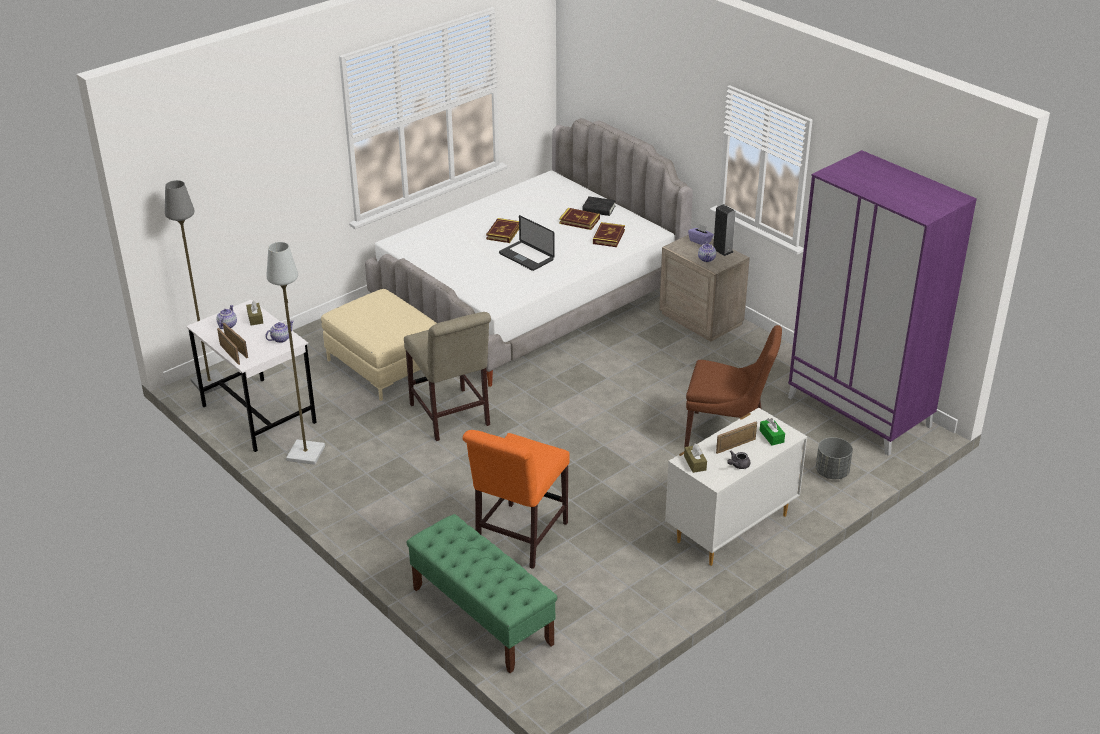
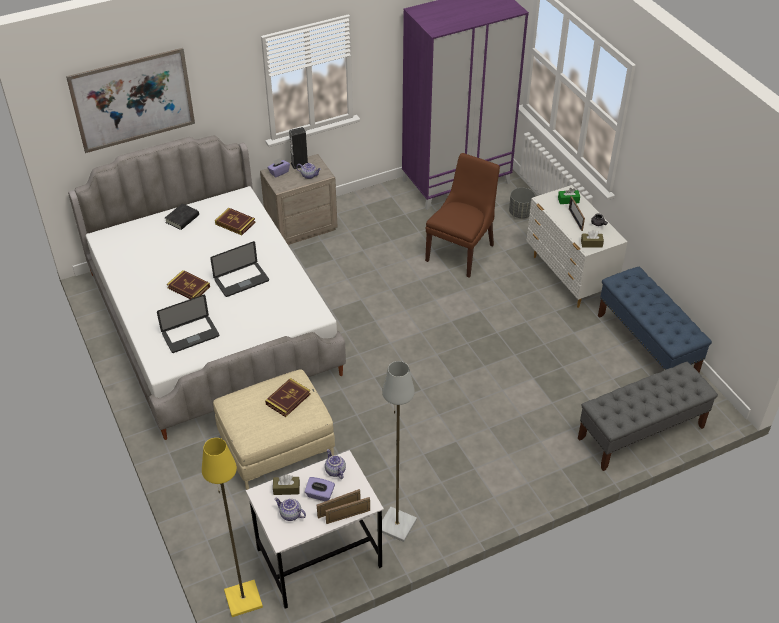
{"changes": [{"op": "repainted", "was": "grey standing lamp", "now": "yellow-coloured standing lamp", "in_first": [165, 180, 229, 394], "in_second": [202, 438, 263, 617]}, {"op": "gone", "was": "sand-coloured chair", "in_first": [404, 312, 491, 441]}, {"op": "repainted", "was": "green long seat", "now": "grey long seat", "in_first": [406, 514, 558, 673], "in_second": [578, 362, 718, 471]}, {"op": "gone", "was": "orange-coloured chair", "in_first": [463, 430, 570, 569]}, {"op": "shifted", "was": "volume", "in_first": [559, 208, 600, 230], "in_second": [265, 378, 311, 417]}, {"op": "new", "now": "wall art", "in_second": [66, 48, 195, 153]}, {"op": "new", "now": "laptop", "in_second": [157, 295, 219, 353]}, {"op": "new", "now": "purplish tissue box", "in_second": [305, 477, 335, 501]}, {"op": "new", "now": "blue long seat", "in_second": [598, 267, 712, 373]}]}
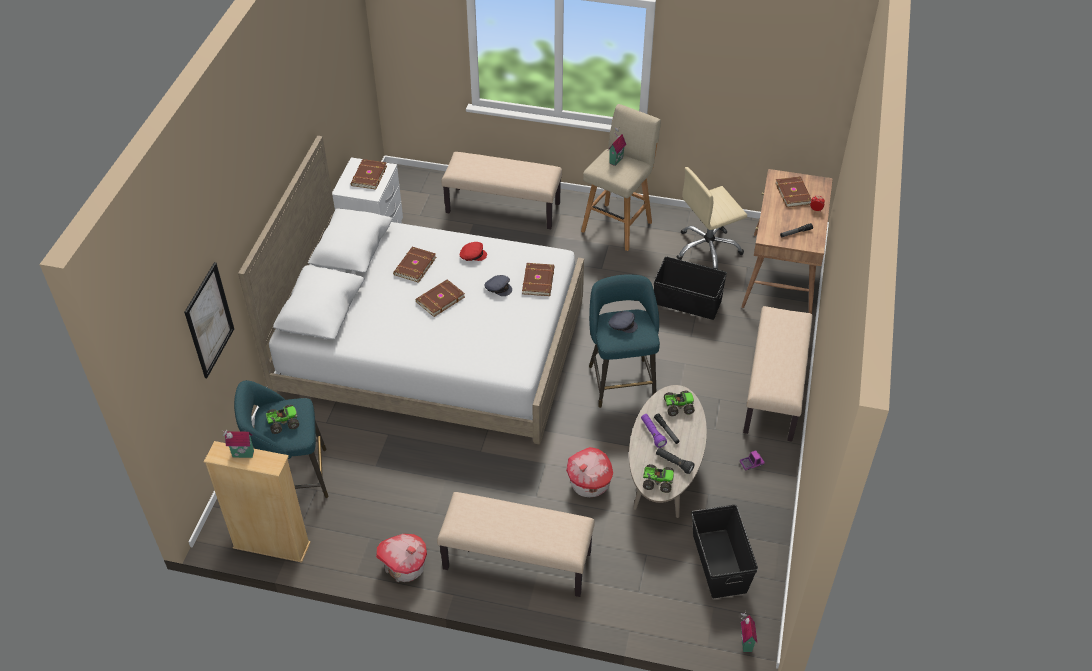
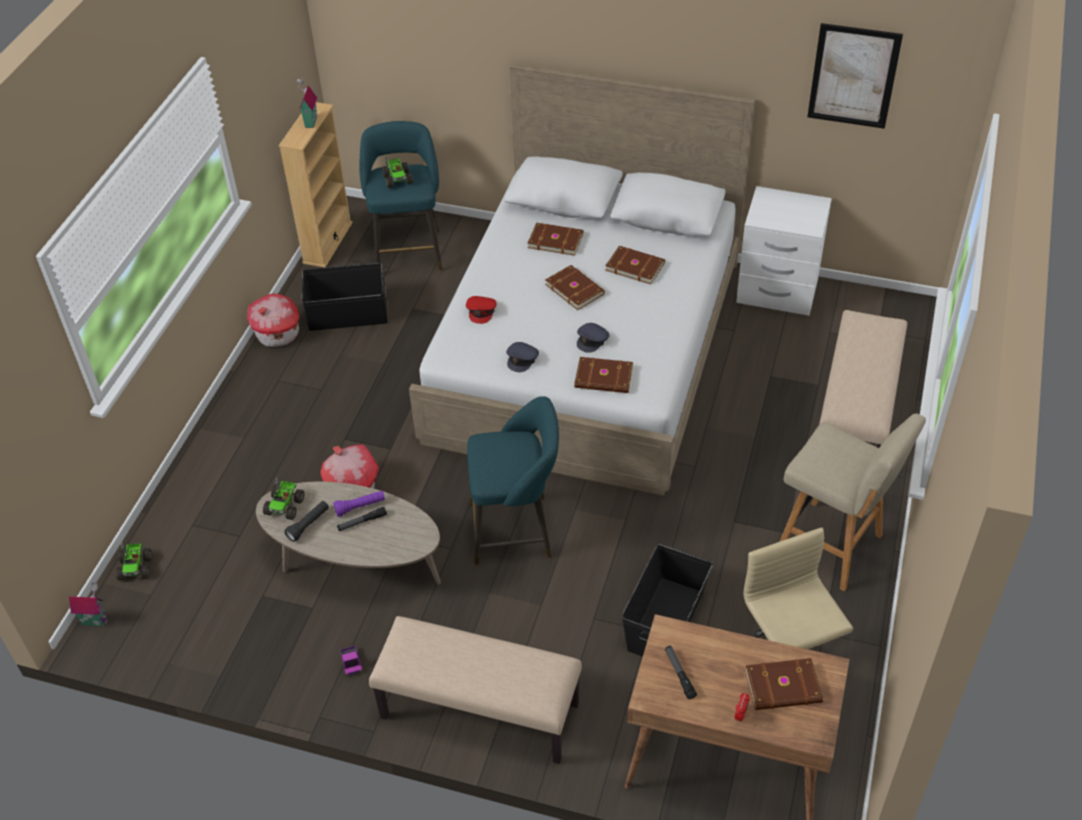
{"changes": [{"op": "shifted", "was": "wall art", "in_first": [184, 262, 234, 378], "in_second": [807, 23, 903, 129]}, {"op": "shifted", "was": "brownish volume", "in_first": [351, 159, 387, 189], "in_second": [528, 222, 583, 256]}, {"op": "gone", "was": "sand-coloured long seat", "in_first": [437, 492, 595, 597]}, {"op": "shifted", "was": "reddish baseball cap", "in_first": [460, 242, 487, 261], "in_second": [466, 296, 497, 324]}, {"op": "gone", "was": "toy house", "in_first": [608, 127, 626, 166]}, {"op": "shifted", "was": "grey baseball cap", "in_first": [608, 311, 638, 333], "in_second": [506, 342, 539, 372]}, {"op": "shifted", "was": "toy lorry", "in_first": [664, 391, 695, 416], "in_second": [116, 542, 152, 581]}, {"op": "shifted", "was": "blackish storage container", "in_first": [691, 505, 758, 598], "in_second": [302, 263, 388, 331]}]}
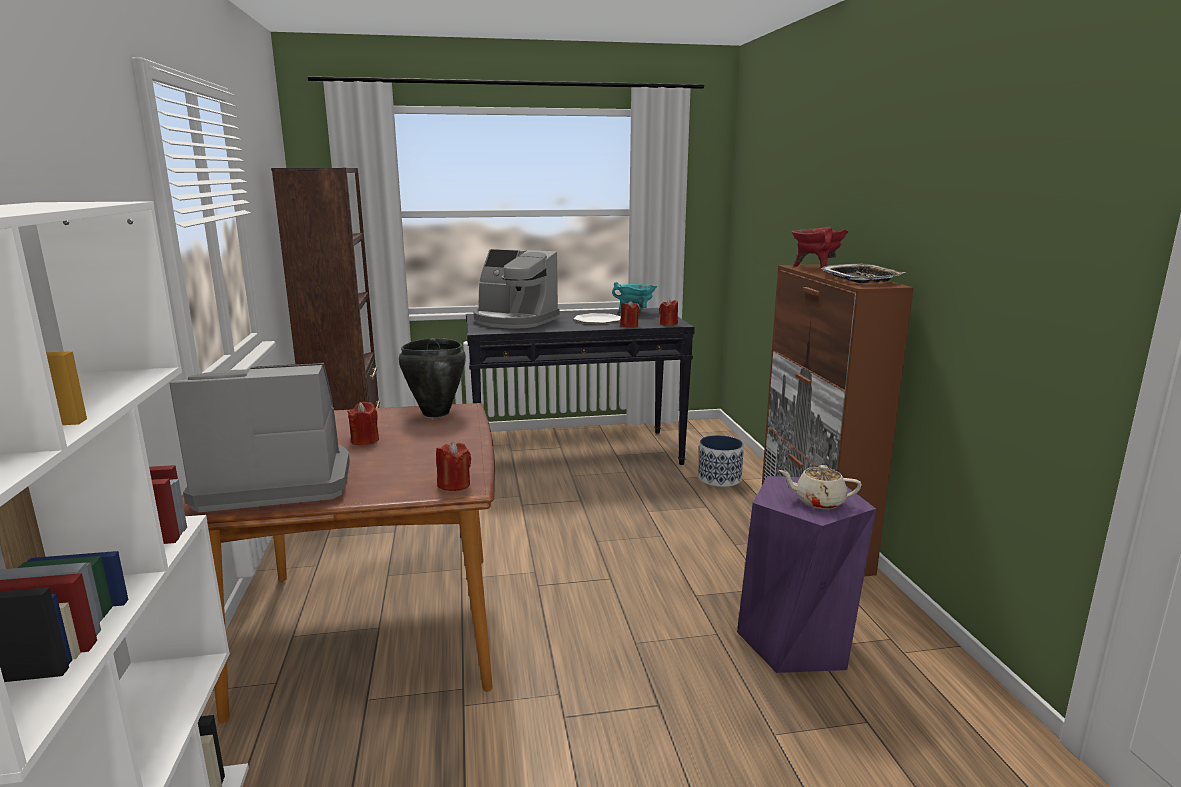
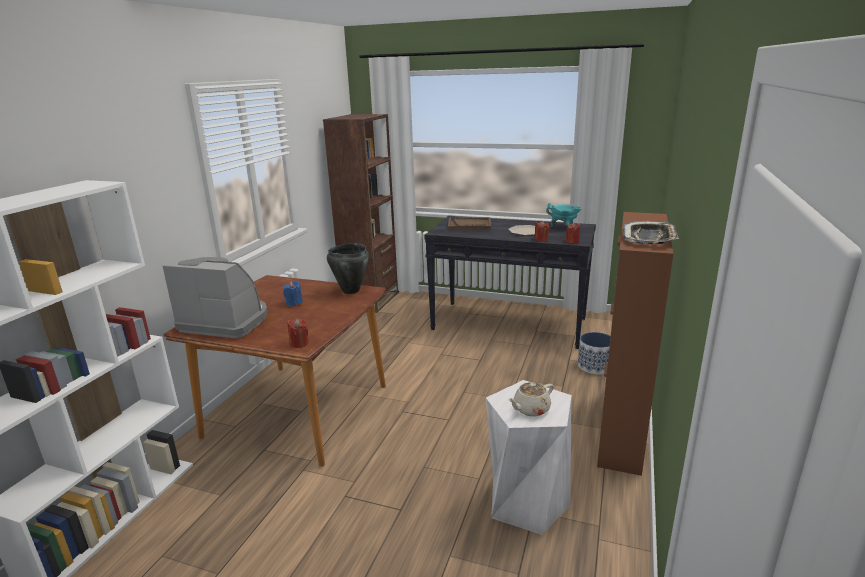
{"changes": [{"op": "repainted", "was": "reddish wax candle", "now": "blue wax candle", "in_first": [347, 402, 379, 445], "in_second": [283, 281, 303, 307]}, {"op": "swapped", "was": "coffee machine", "now": "brownish carrying tray", "in_first": [473, 249, 560, 329], "in_second": [448, 217, 491, 230]}, {"op": "repainted", "was": "purplish sitting stool", "now": "white-coloured sitting stool", "in_first": [737, 476, 876, 673], "in_second": [486, 380, 572, 535]}, {"op": "rotated", "was": "sand-coloured teapot", "in_first": [779, 465, 862, 509], "in_second": [508, 382, 553, 417], "clockwise": -75}, {"op": "gone", "was": "reddish cooking pot", "in_first": [791, 226, 848, 272]}]}
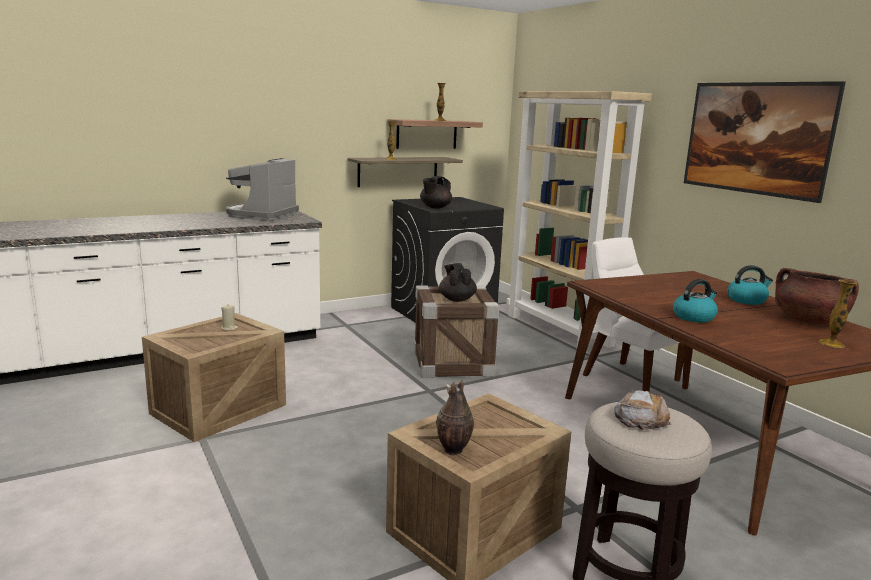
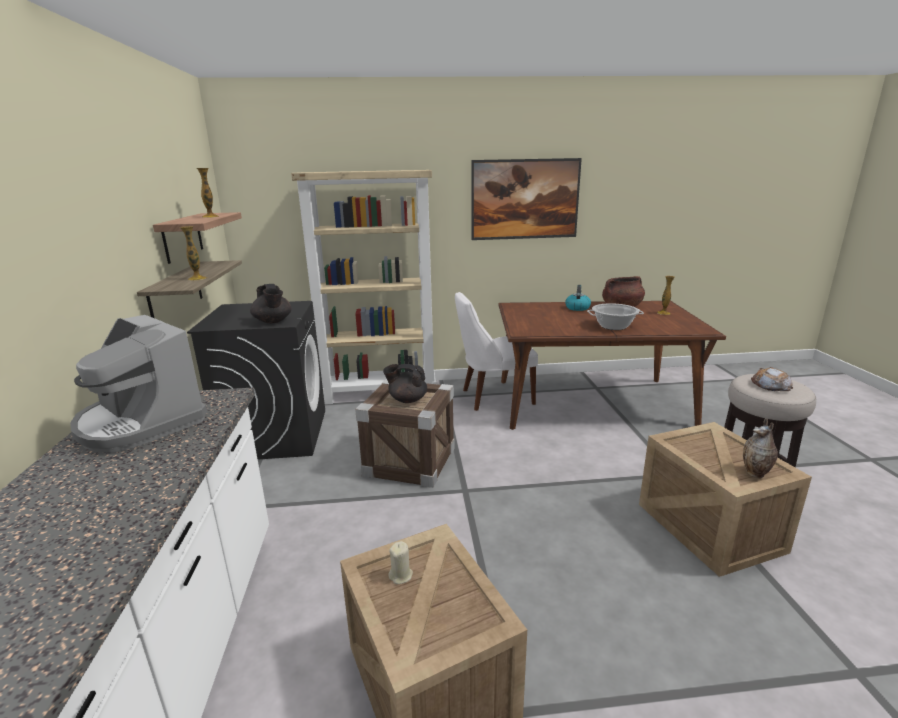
{"changes": [{"op": "swapped", "was": "water kettle", "now": "cooking pot", "in_first": [673, 279, 718, 323], "in_second": [587, 303, 644, 330]}]}
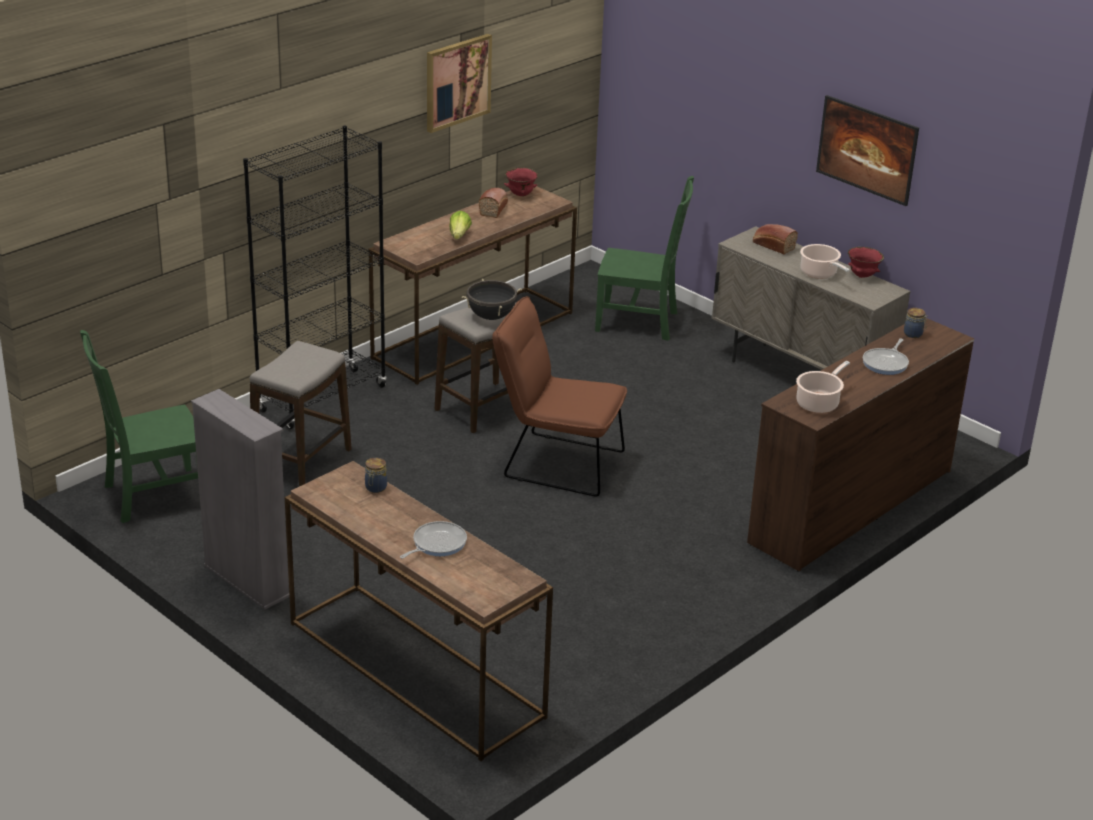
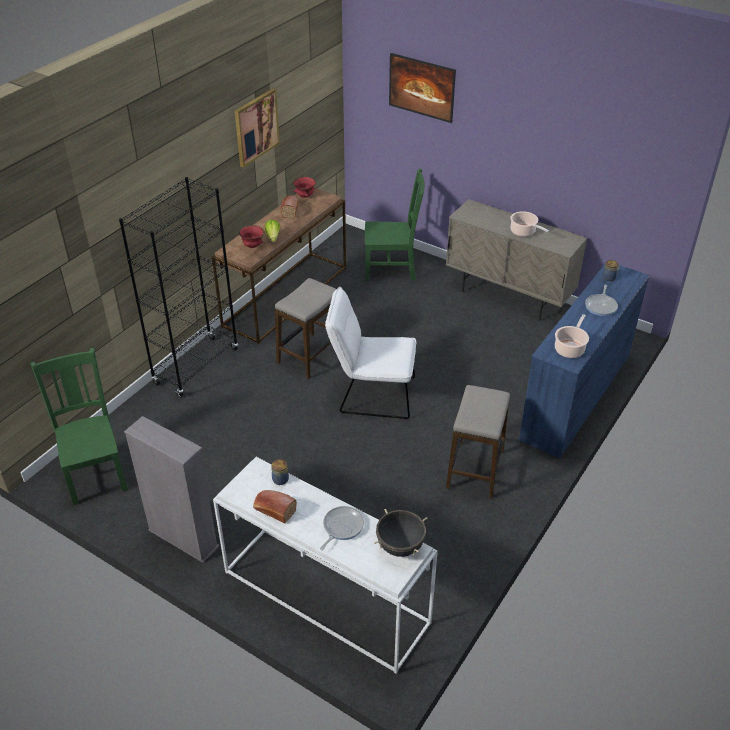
{"changes": [{"op": "rotated", "was": "green chair", "in_first": [80, 330, 198, 523], "in_second": [30, 348, 128, 505], "clockwise": 105}, {"op": "shifted", "was": "sitting stool", "in_first": [250, 341, 352, 487], "in_second": [446, 385, 510, 498]}, {"op": "repainted", "was": "brownish console table", "now": "white-coloured console table", "in_first": [285, 461, 553, 761], "in_second": [213, 457, 438, 674]}, {"op": "shifted", "was": "blackish cooking pot", "in_first": [462, 279, 522, 320], "in_second": [374, 509, 428, 557]}, {"op": "repainted", "was": "brownish chair", "now": "white-coloured chair", "in_first": [492, 296, 627, 497], "in_second": [325, 287, 417, 419]}, {"op": "repainted", "was": "brownish dresser", "now": "blue dresser", "in_first": [747, 318, 974, 572], "in_second": [519, 263, 649, 459]}, {"op": "shifted", "was": "baked bread", "in_first": [753, 224, 798, 254], "in_second": [253, 490, 297, 523]}, {"op": "shifted", "was": "wall art", "in_first": [816, 95, 919, 206], "in_second": [389, 53, 456, 123]}, {"op": "shifted", "was": "reddish deep dish", "in_first": [848, 247, 884, 278], "in_second": [239, 225, 264, 248]}]}
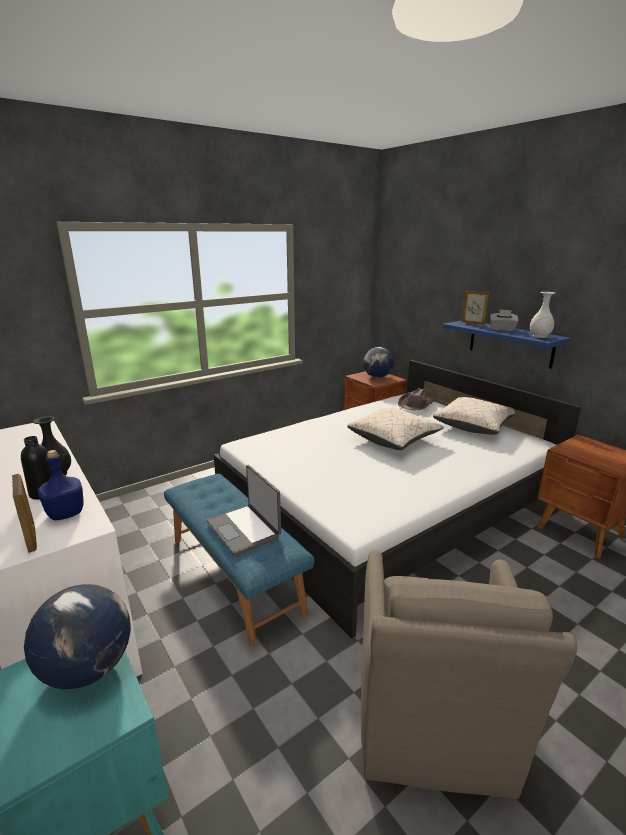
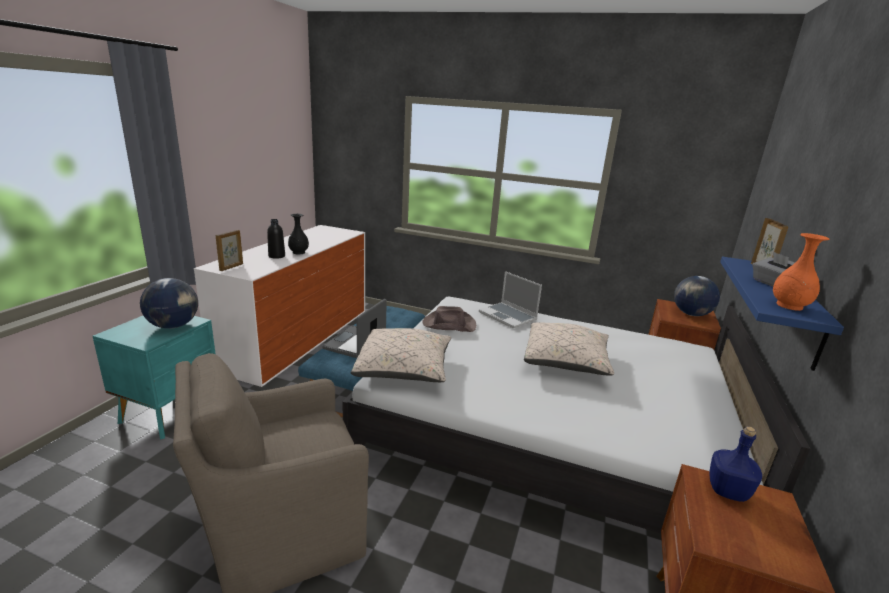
{"changes": [{"op": "shifted", "was": "blue drink bottle", "in_first": [38, 450, 84, 520], "in_second": [709, 426, 762, 502]}, {"op": "shifted", "was": "brownish wearable hat", "in_first": [398, 388, 435, 410], "in_second": [422, 306, 476, 332]}, {"op": "shifted", "was": "sand-coloured cushion", "in_first": [433, 397, 515, 435], "in_second": [351, 328, 451, 382]}, {"op": "repainted", "was": "white-coloured decorative vase", "now": "orange-coloured decorative vase", "in_first": [530, 292, 556, 338], "in_second": [773, 233, 829, 311]}, {"op": "new", "now": "laptop", "in_second": [479, 271, 542, 328]}]}
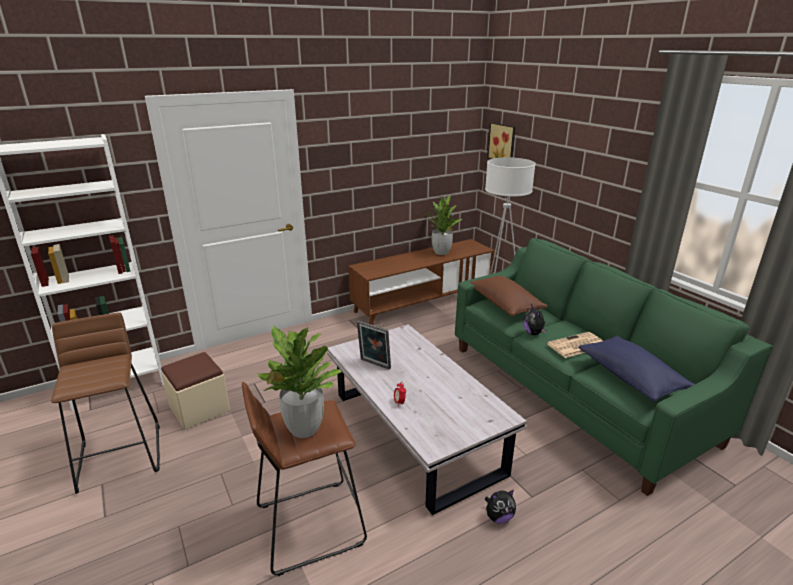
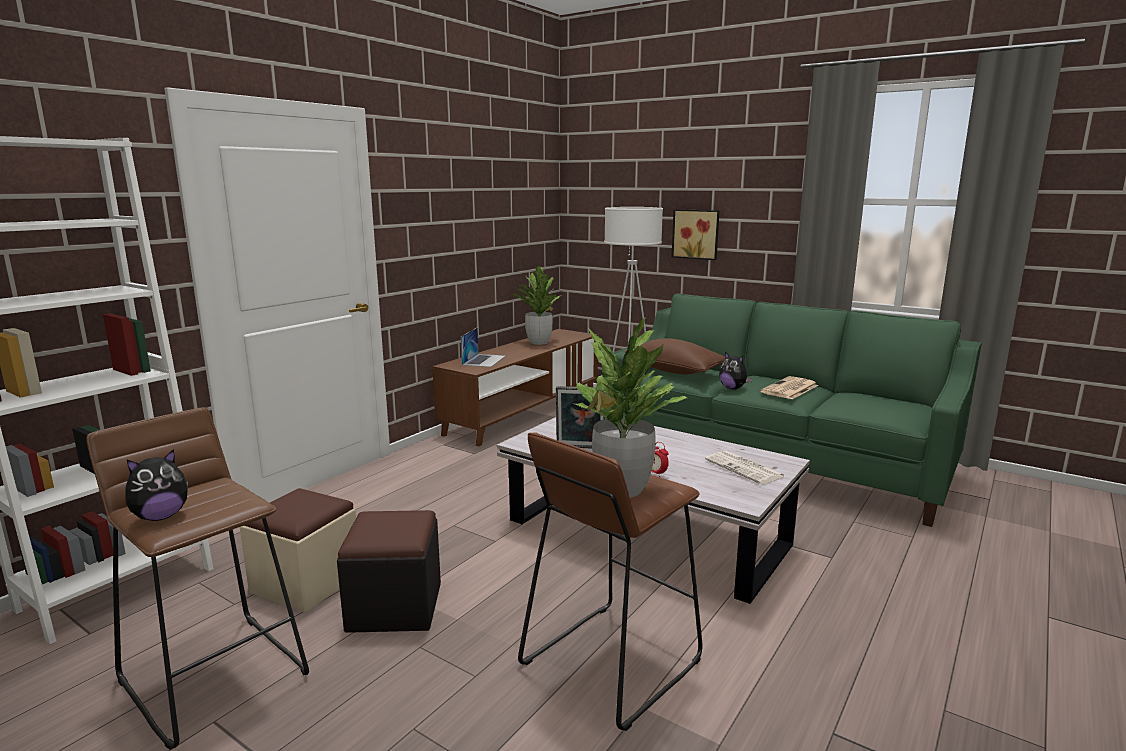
{"changes": [{"op": "shifted", "was": "plush toy", "in_first": [485, 490, 516, 524], "in_second": [125, 449, 188, 521]}, {"op": "shifted", "was": "wall art", "in_first": [487, 122, 515, 159], "in_second": [671, 209, 720, 260]}, {"op": "gone", "was": "blue cushion", "in_first": [579, 336, 695, 402]}, {"op": "new", "now": "blackish pouffe", "in_second": [337, 510, 441, 633]}, {"op": "new", "now": "laptop", "in_second": [461, 328, 505, 367]}, {"op": "new", "now": "printed paper", "in_second": [705, 451, 785, 484]}]}
